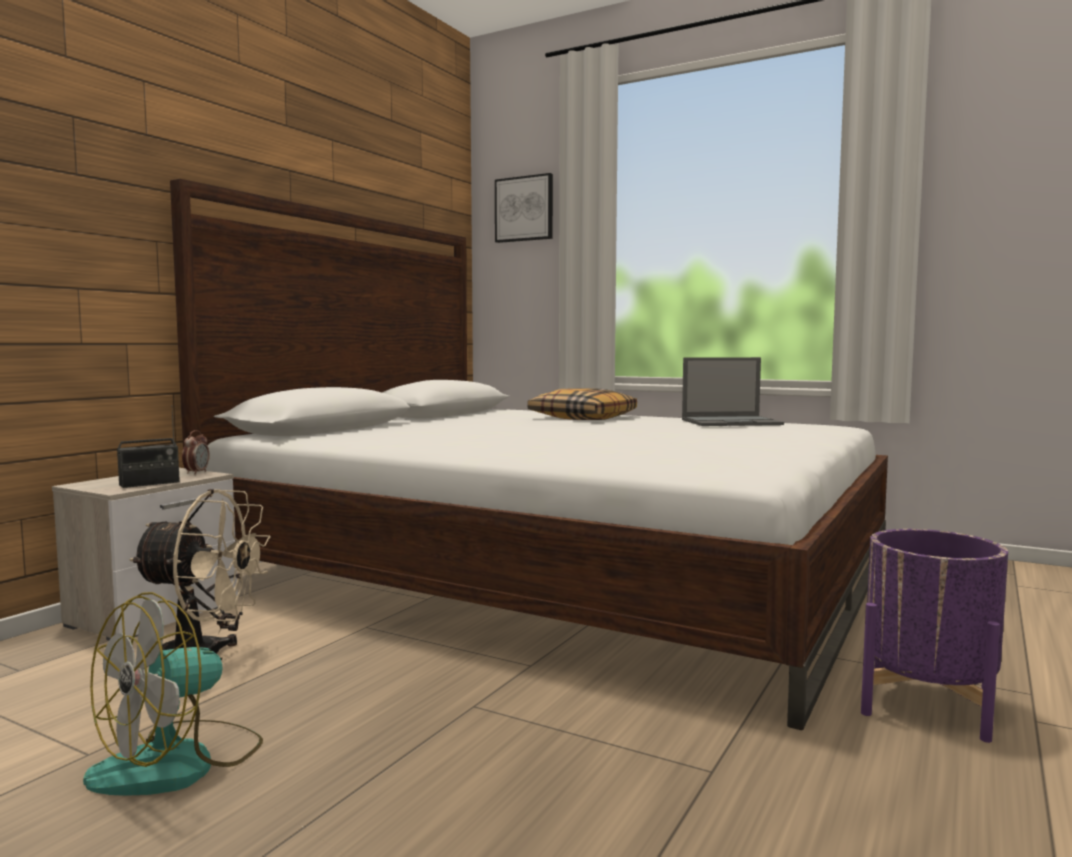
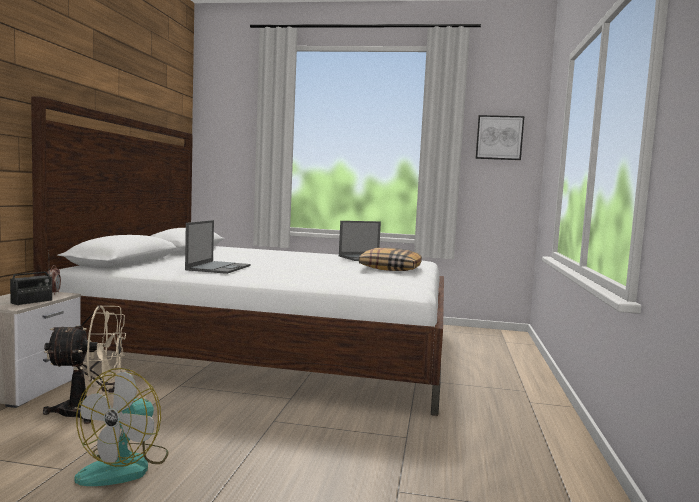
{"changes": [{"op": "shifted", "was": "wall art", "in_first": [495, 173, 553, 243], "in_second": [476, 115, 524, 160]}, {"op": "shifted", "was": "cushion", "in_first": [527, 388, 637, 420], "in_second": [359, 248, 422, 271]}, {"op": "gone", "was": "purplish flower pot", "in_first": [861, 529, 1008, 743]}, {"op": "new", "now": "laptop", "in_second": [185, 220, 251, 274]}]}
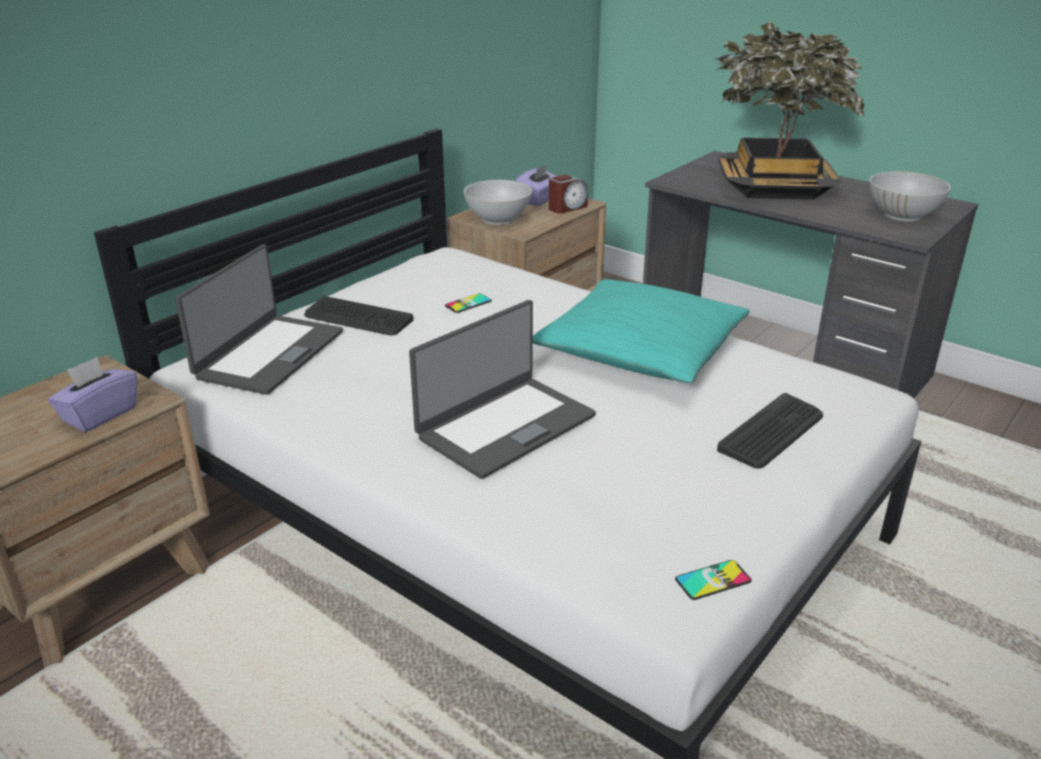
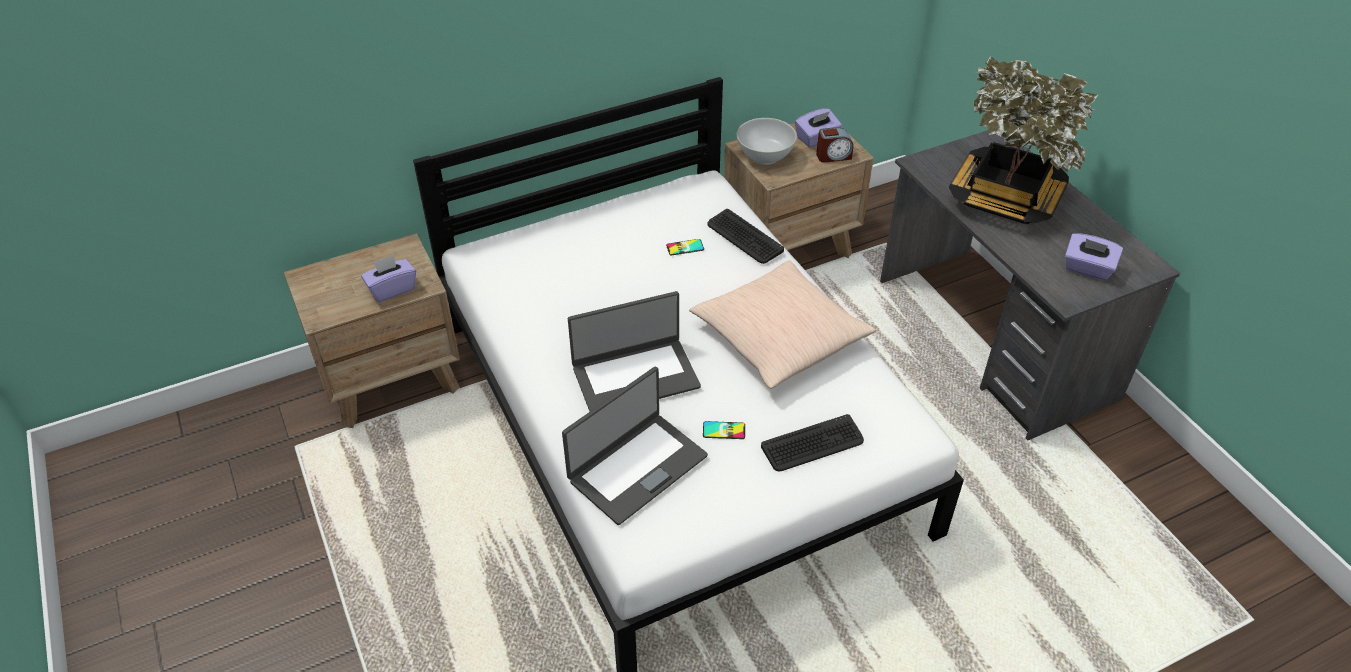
{"changes": [{"op": "shifted", "was": "laptop", "in_first": [175, 244, 343, 395], "in_second": [562, 367, 708, 525]}, {"op": "shifted", "was": "PC keyboard", "in_first": [304, 296, 413, 335], "in_second": [707, 209, 784, 264]}, {"op": "repainted", "was": "turquoise-coloured cushion", "now": "sand-coloured cushion", "in_first": [533, 279, 750, 383], "in_second": [689, 260, 876, 389]}, {"op": "shifted", "was": "phone", "in_first": [675, 560, 752, 600], "in_second": [703, 421, 745, 439]}, {"op": "swapped", "was": "white-coloured deep dish", "now": "purplish tissue box", "in_first": [869, 171, 951, 222], "in_second": [1065, 233, 1123, 280]}]}
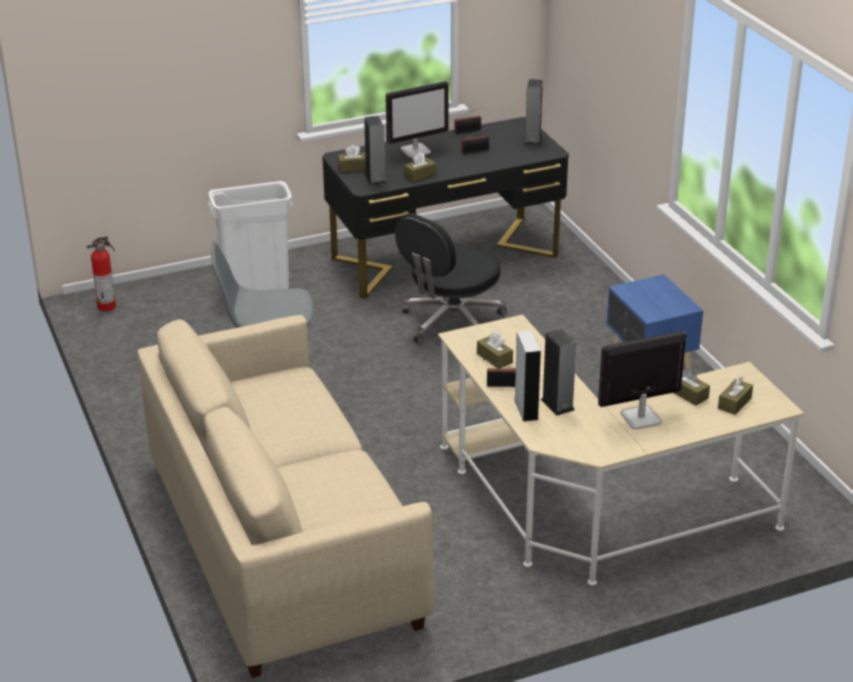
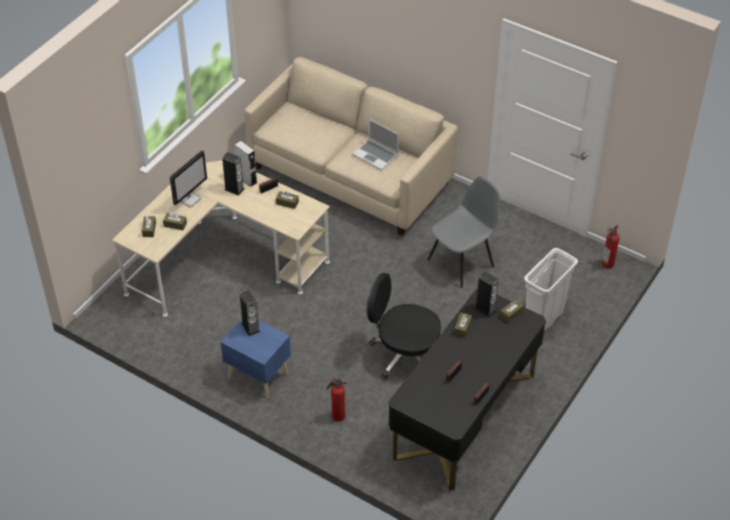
{"changes": [{"op": "gone", "was": "computer display", "in_first": [386, 81, 449, 158]}, {"op": "rotated", "was": "blackish computer chair", "in_first": [395, 213, 507, 345], "in_second": [367, 273, 441, 380], "clockwise": -75}, {"op": "shifted", "was": "audio speaker", "in_first": [524, 79, 543, 146], "in_second": [240, 290, 260, 336]}, {"op": "new", "now": "fire extinguisher", "in_second": [327, 376, 347, 422]}, {"op": "new", "now": "laptop", "in_second": [353, 119, 399, 170]}]}
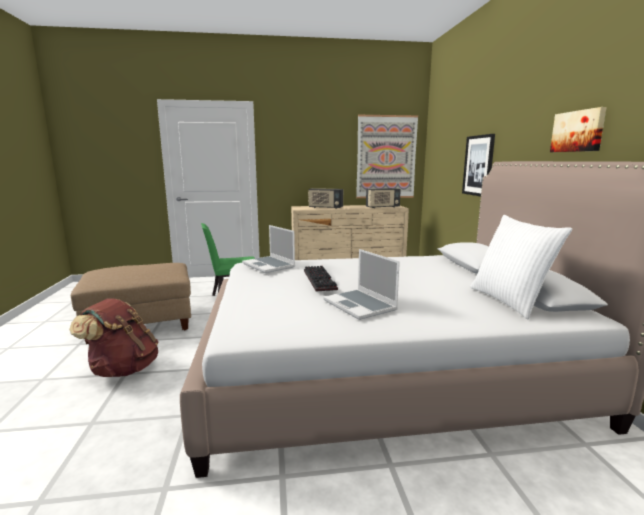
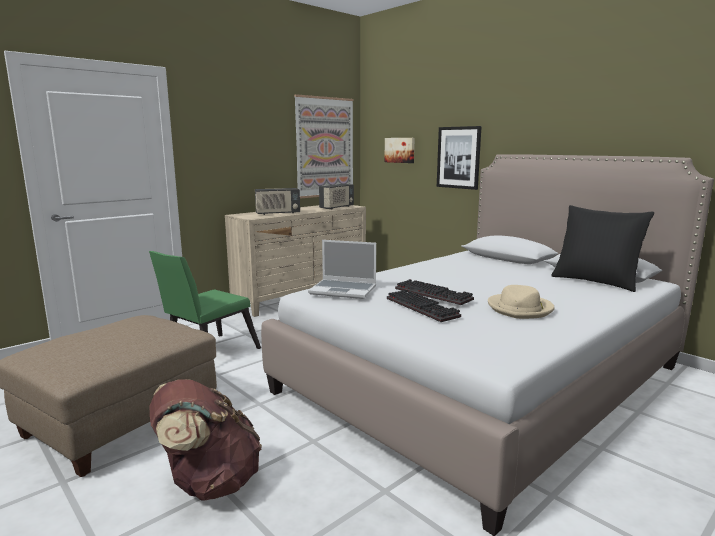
{"changes": [{"op": "swapped", "was": "laptop", "now": "sand-coloured wearable hat", "in_first": [323, 249, 400, 320], "in_second": [488, 285, 555, 319]}, {"op": "repainted", "was": "white-coloured cushion", "now": "blackish cushion", "in_first": [470, 215, 572, 319], "in_second": [551, 205, 654, 292]}, {"op": "shifted", "was": "wall art", "in_first": [550, 107, 607, 152], "in_second": [384, 138, 415, 163]}, {"op": "new", "now": "PC keyboard", "in_second": [387, 290, 461, 322]}]}
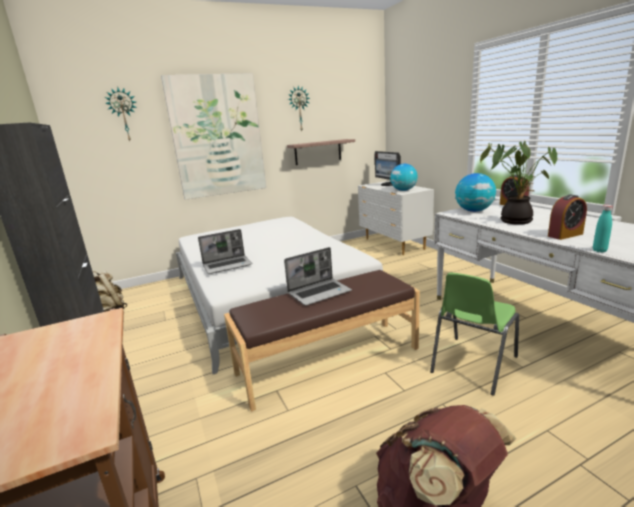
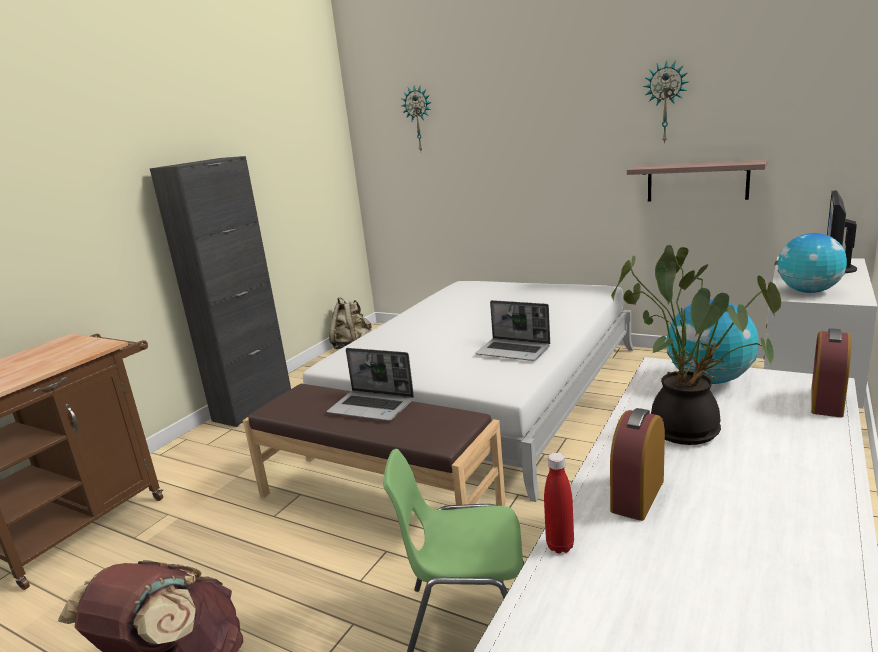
{"changes": [{"op": "gone", "was": "wall art", "in_first": [161, 73, 266, 200]}, {"op": "shifted", "was": "laptop", "in_first": [198, 229, 252, 274], "in_second": [476, 300, 550, 361]}, {"op": "rotated", "was": "bedside clock", "in_first": [548, 195, 587, 240], "in_second": [610, 408, 665, 521], "clockwise": 90}, {"op": "repainted", "was": "turquoise-coloured drink bottle", "now": "reddish drink bottle", "in_first": [593, 205, 613, 252], "in_second": [544, 453, 574, 553]}]}
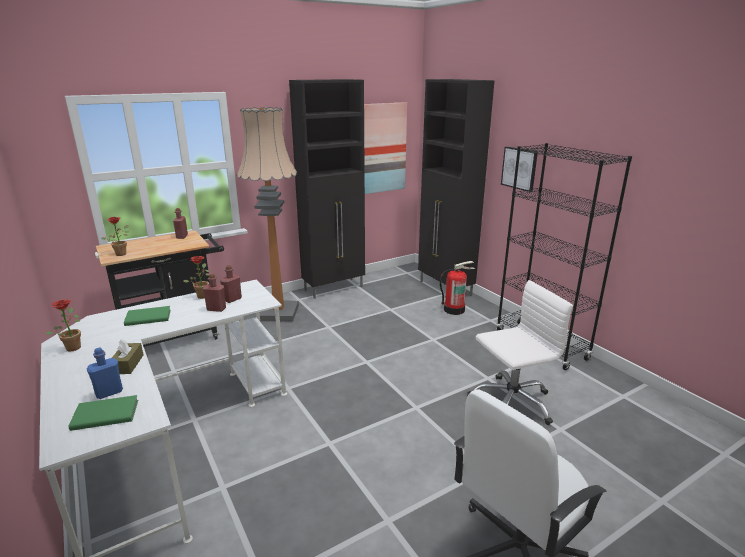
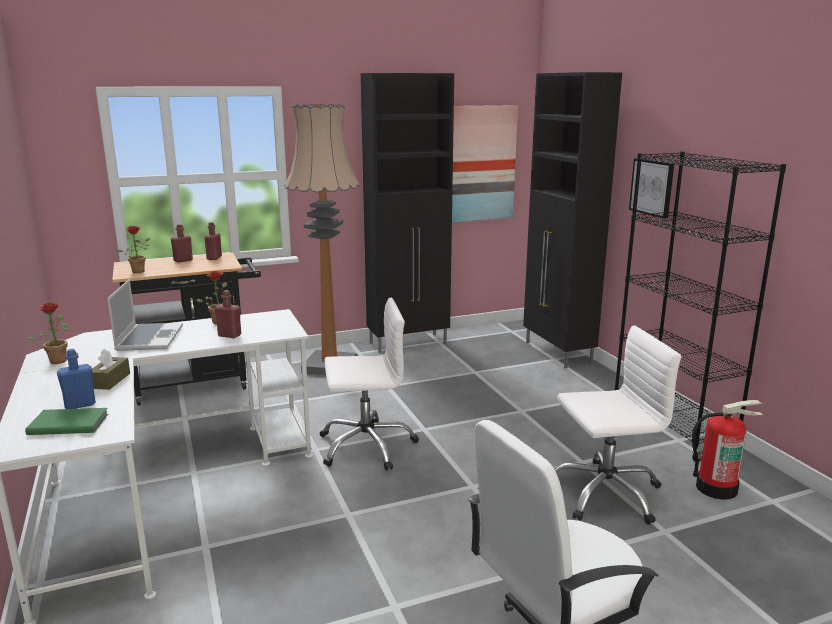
{"changes": [{"op": "swapped", "was": "green volume", "now": "laptop", "in_first": [124, 306, 171, 326], "in_second": [107, 279, 183, 351]}, {"op": "shifted", "was": "reddish drink bottle", "in_first": [220, 265, 242, 303], "in_second": [171, 224, 193, 263]}, {"op": "shifted", "was": "fire extinguisher", "in_first": [439, 261, 475, 315], "in_second": [692, 400, 763, 500]}, {"op": "new", "now": "white-coloured computer chair", "in_second": [320, 298, 419, 471]}]}
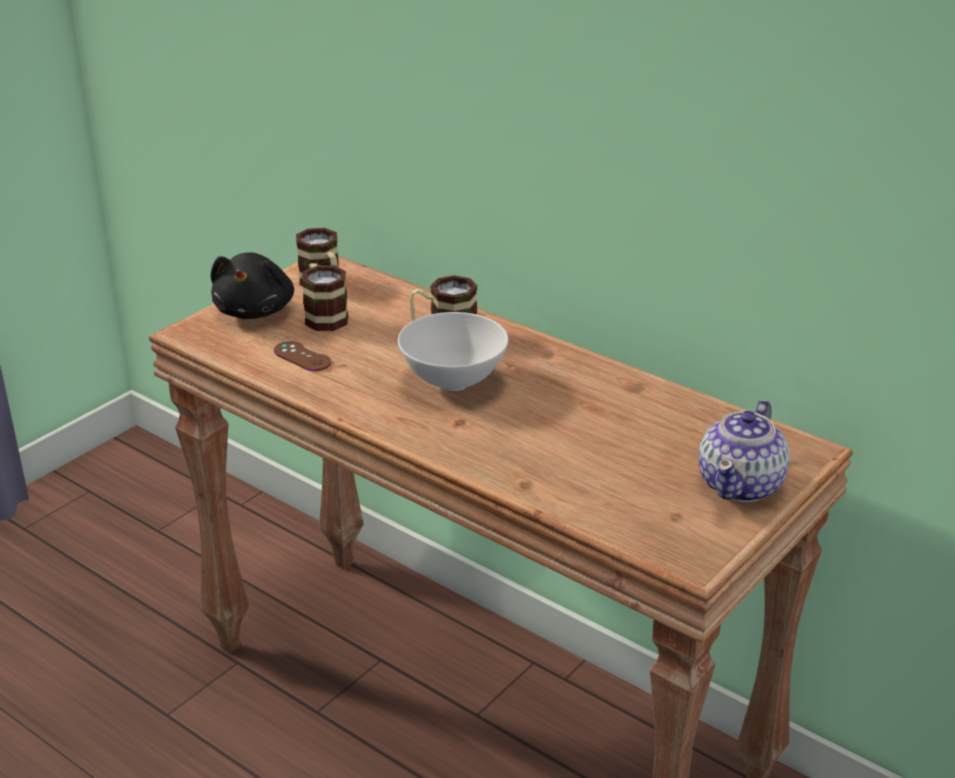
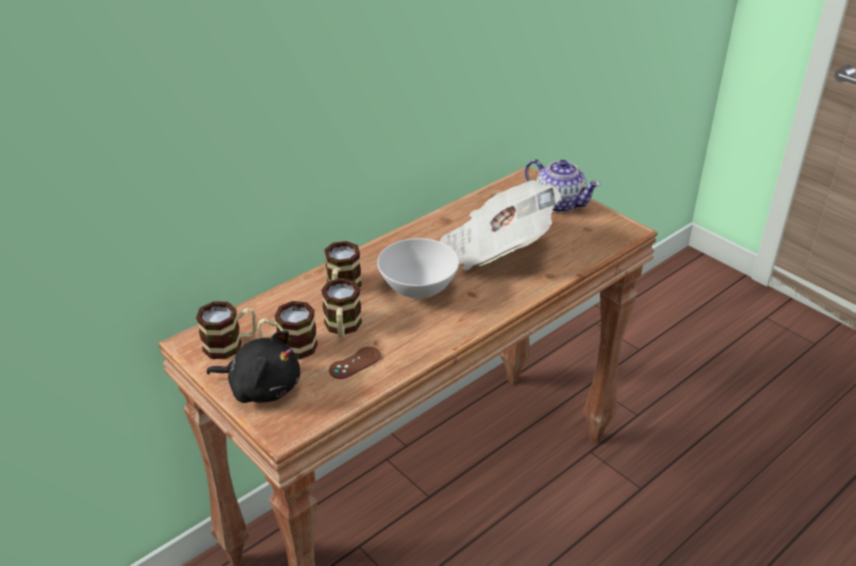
{"changes": [{"op": "new", "now": "tea mug", "in_second": [321, 278, 362, 338]}, {"op": "new", "now": "printed paper", "in_second": [440, 180, 561, 271]}]}
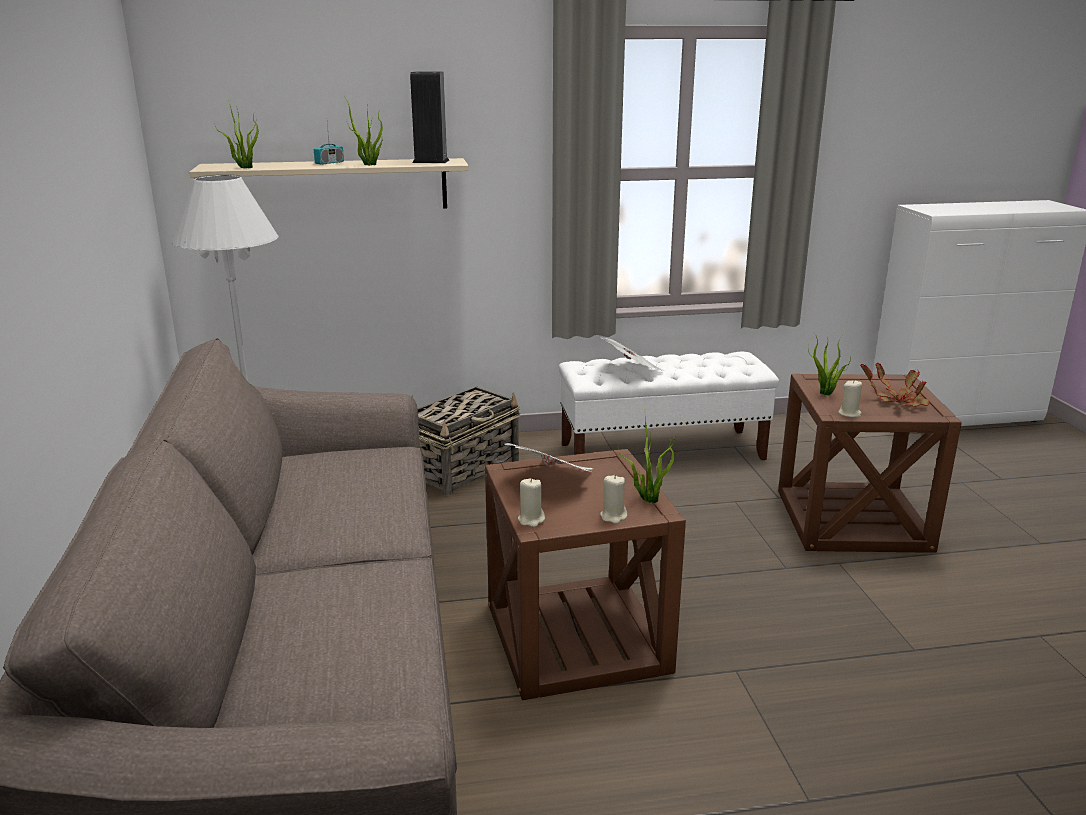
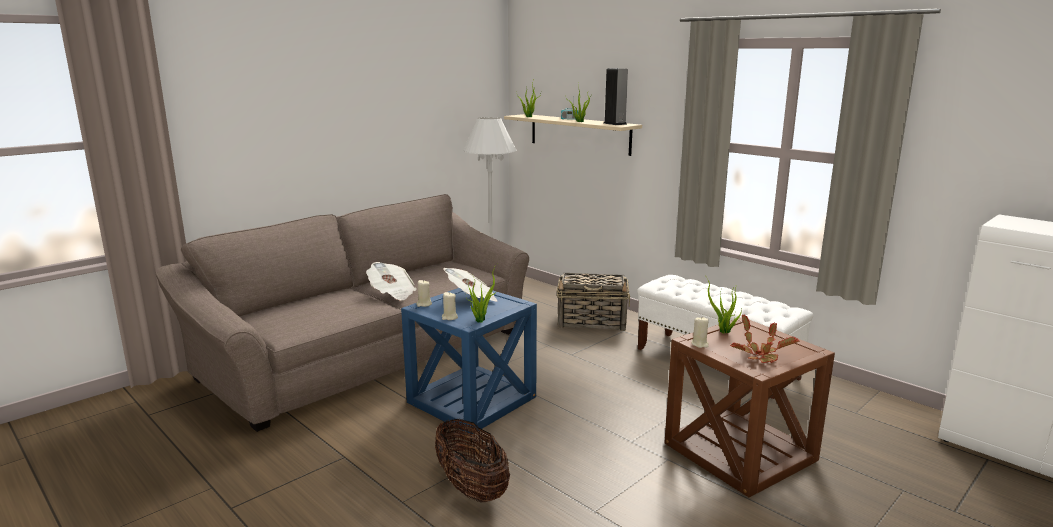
{"changes": [{"op": "repainted", "was": "brownish side table", "now": "blue side table", "in_first": [485, 449, 686, 700], "in_second": [401, 288, 537, 434]}, {"op": "shifted", "was": "printed paper", "in_first": [601, 338, 665, 371], "in_second": [366, 262, 417, 301]}, {"op": "new", "now": "household basket", "in_second": [435, 419, 510, 502]}]}
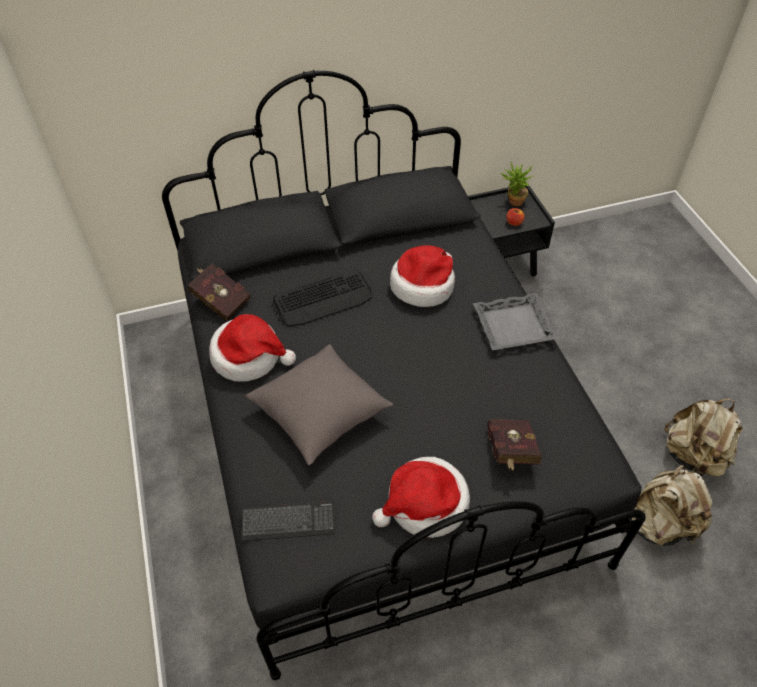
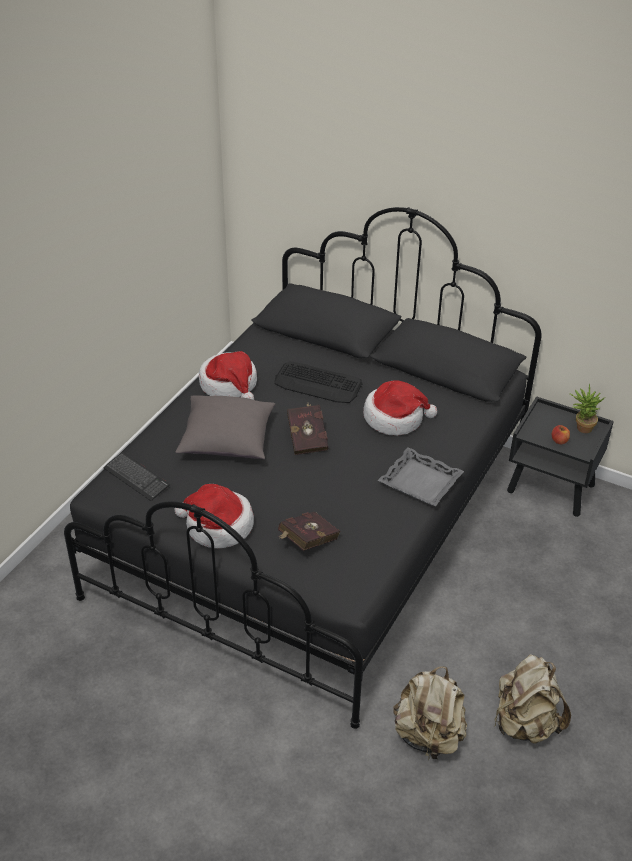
{"changes": [{"op": "shifted", "was": "reddish volume", "in_first": [187, 263, 251, 321], "in_second": [287, 404, 328, 455]}]}
